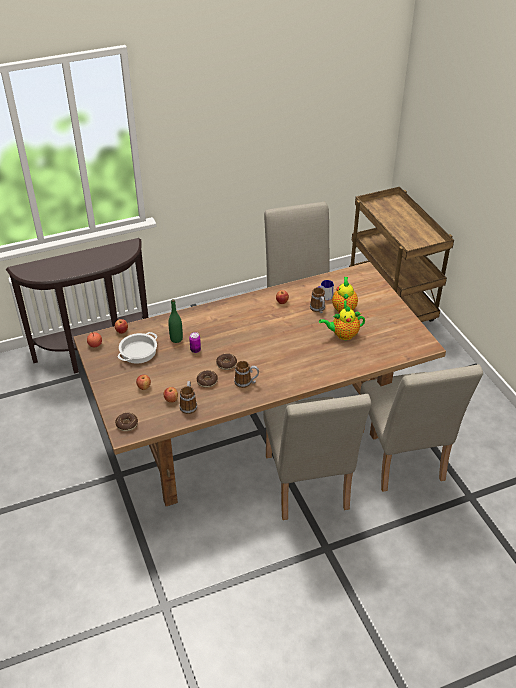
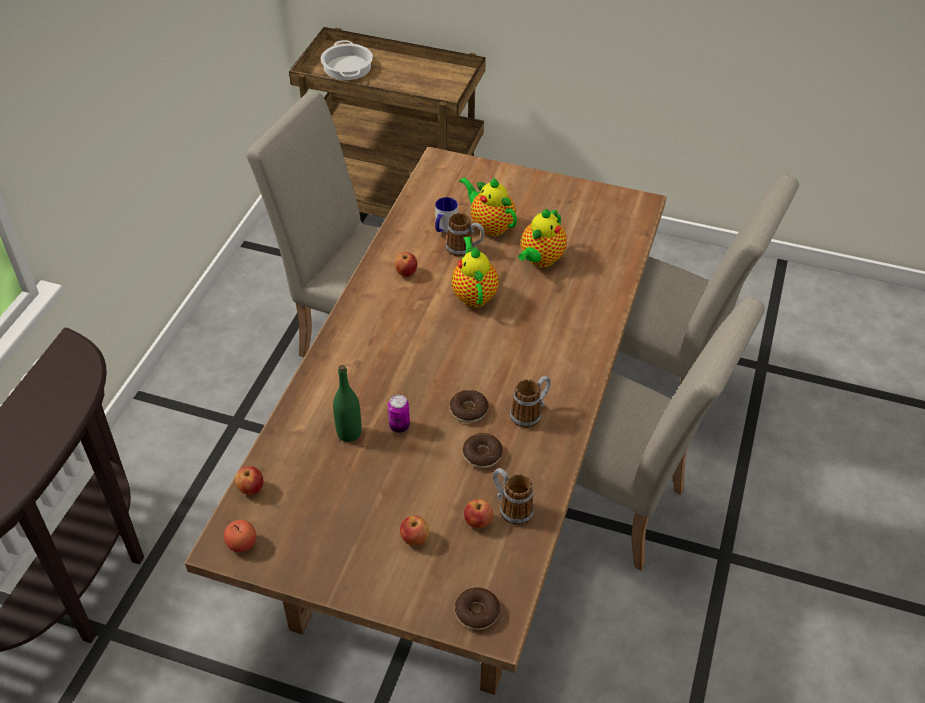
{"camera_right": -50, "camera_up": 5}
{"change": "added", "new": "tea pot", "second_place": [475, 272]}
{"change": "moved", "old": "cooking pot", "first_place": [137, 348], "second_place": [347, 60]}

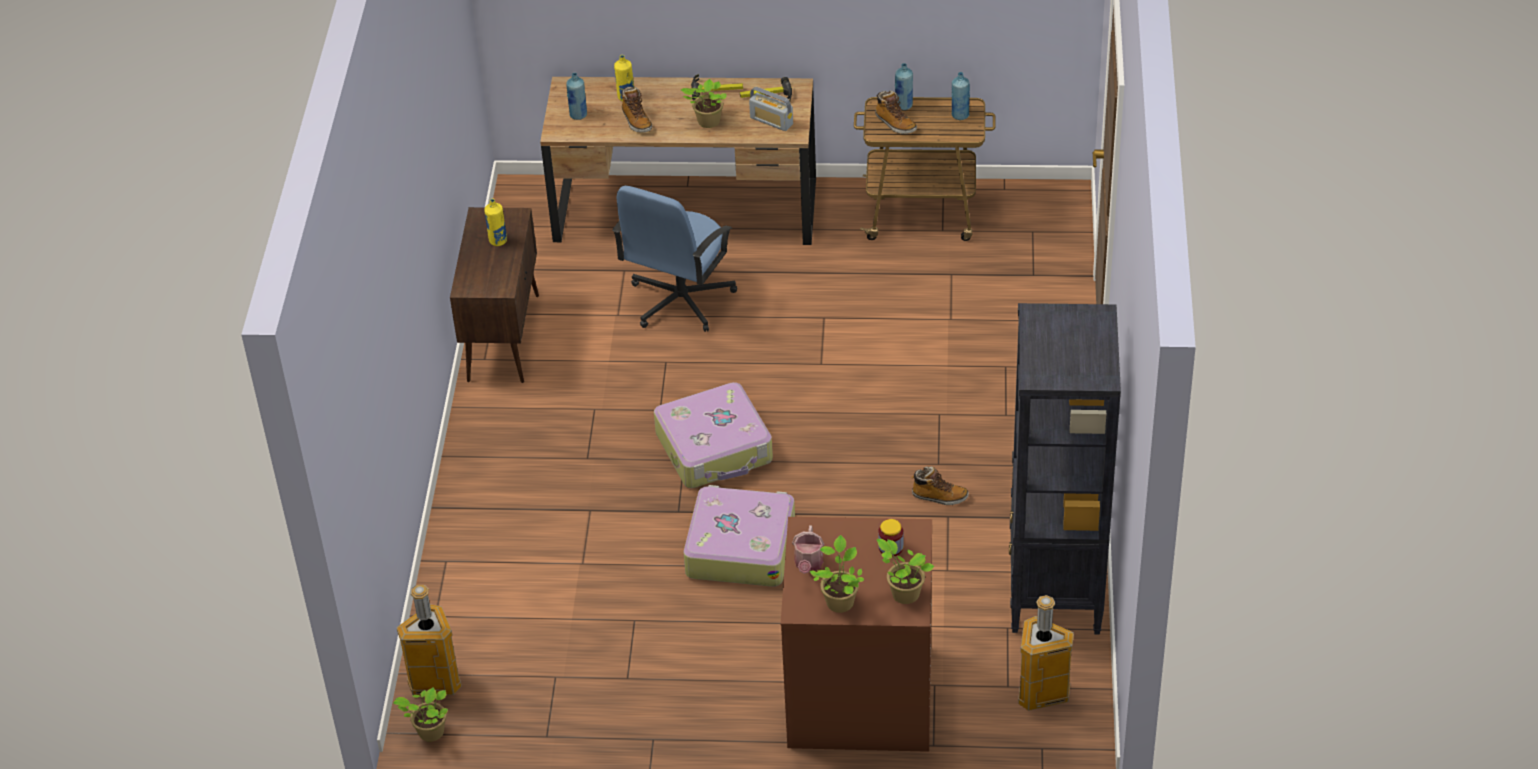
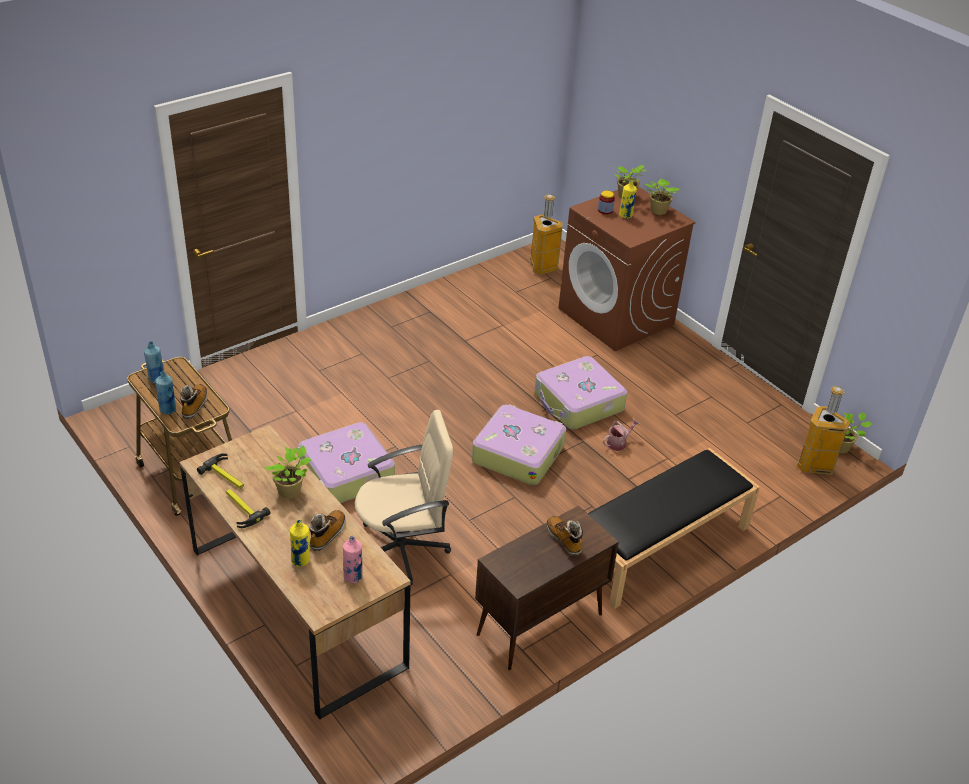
{"camera_right": -135, "camera_up": -5}
{"change": "removed", "old": "radio", "first_place": [771, 109]}
{"change": "removed", "old": "blackish bookshelf", "first_place": [1065, 469]}
{"change": "added", "new": "piece of luggage", "second_place": [346, 462]}
{"change": "added", "new": "blackish long seat", "second_place": [674, 528]}
{"change": "moved", "old": "yellow-coloured beverage bottle", "first_place": [495, 222], "second_place": [628, 199]}
{"change": "moved", "old": "watering pot", "first_place": [808, 549], "second_place": [621, 435]}
{"change": "moved", "old": "tall boot", "first_place": [940, 485], "second_place": [565, 536]}
{"change": "recoloured", "old": "blue-coloured beverage bottle", "new": "pink-coloured beverage bottle", "first_place": [577, 96], "second_place": [353, 559]}
{"change": "recoloured", "old": "blue-coloured computer chair", "new": "beige computer chair", "first_place": [674, 259], "second_place": [404, 497]}

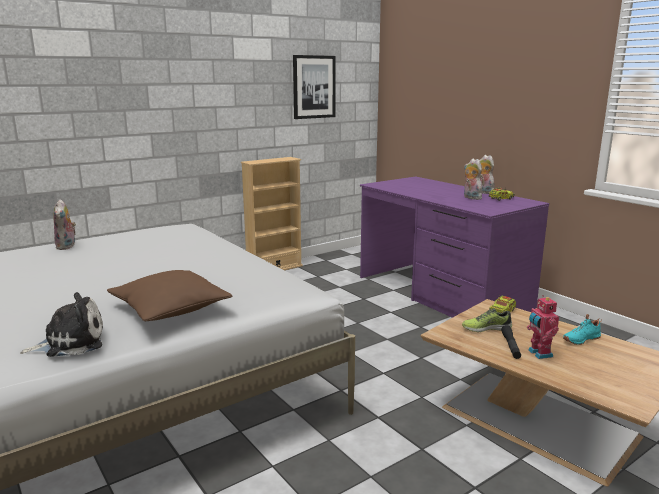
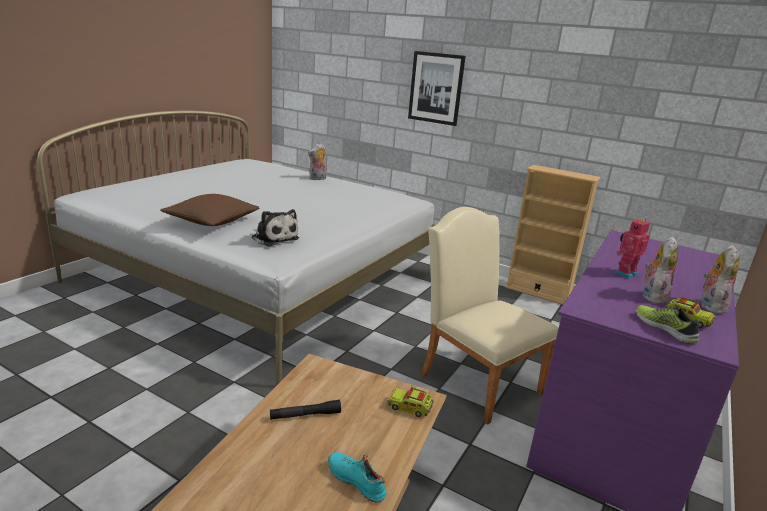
{"camera_right": 65, "camera_up": 5}
{"change": "added", "new": "beige upright chair", "second_place": [489, 316]}
{"change": "moved", "old": "plush toy", "first_place": [61, 324], "second_place": [275, 228]}
{"change": "moved", "old": "picture", "first_place": [314, 87], "second_place": [437, 88]}
{"change": "moved", "old": "low shoe", "first_place": [487, 320], "second_place": [668, 324]}
{"change": "moved", "old": "toy robot", "first_place": [543, 327], "second_place": [632, 249]}

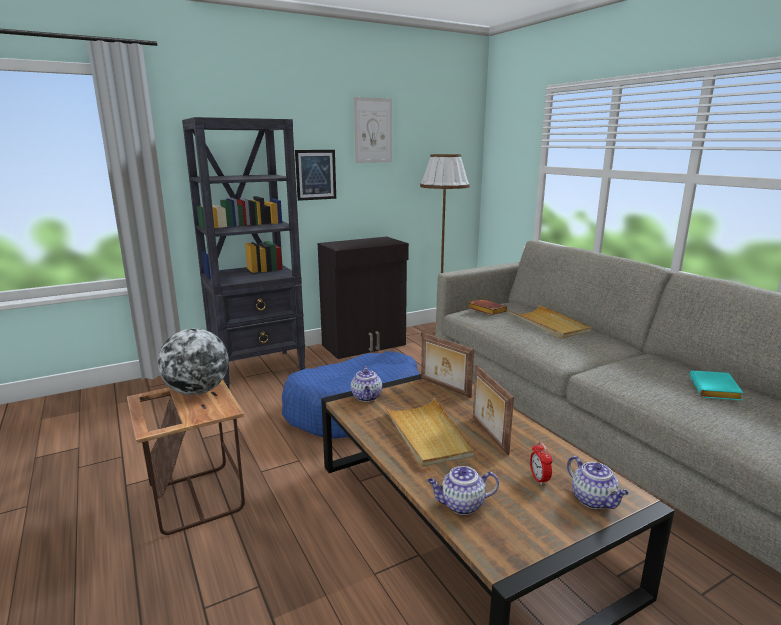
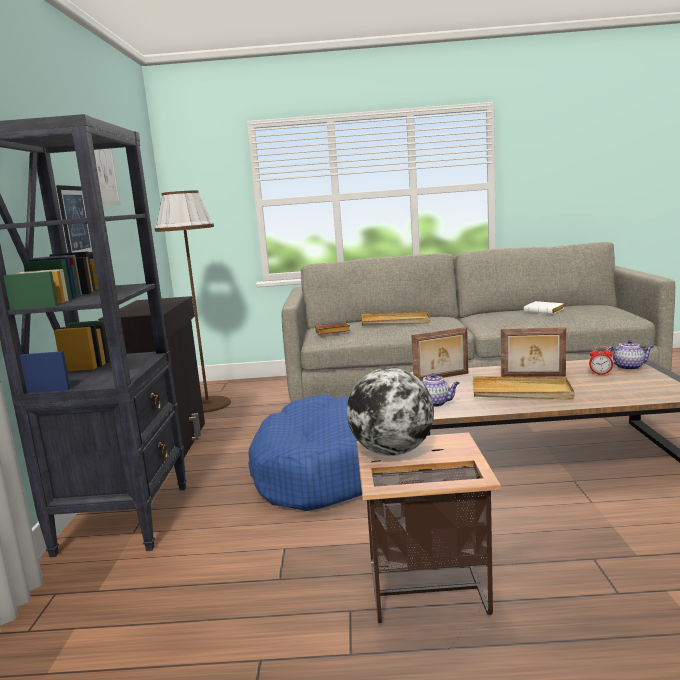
{"camera_right": -60, "camera_up": -5}
{"change": "removed", "old": "tea pot", "first_place": [463, 490]}
{"change": "recoloured", "old": "blue-green bound book", "new": "white-coloured bound book", "first_place": [716, 385], "second_place": [544, 307]}

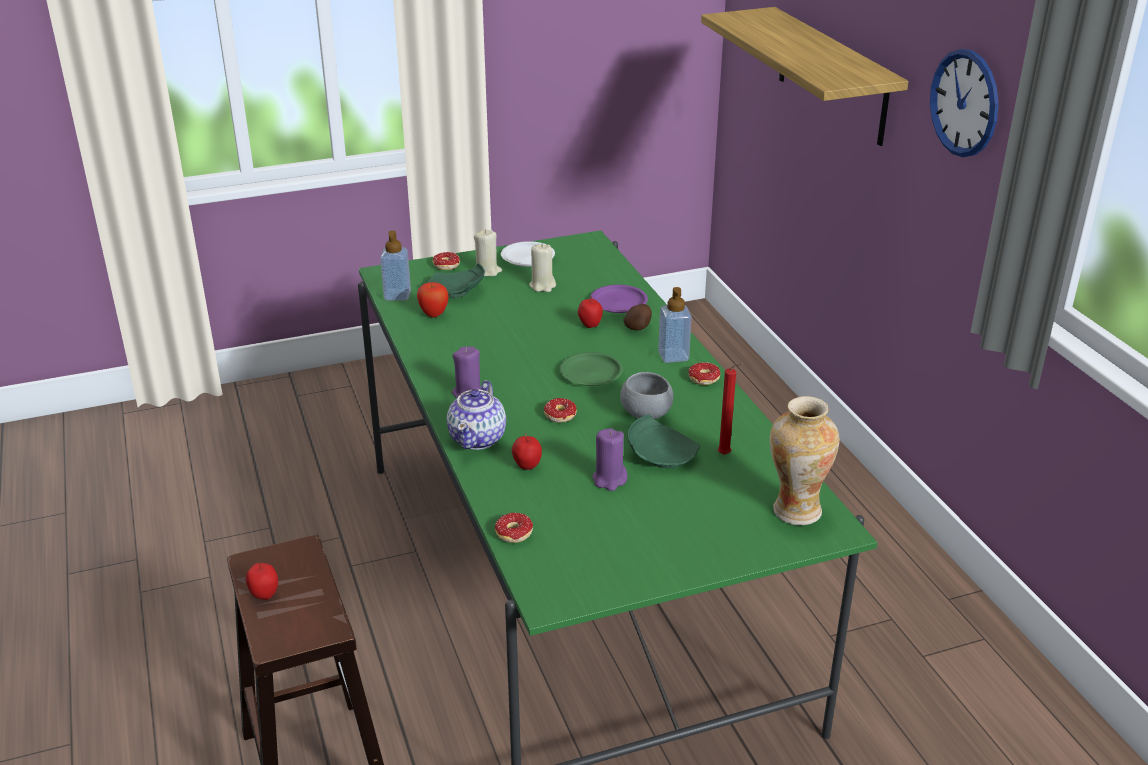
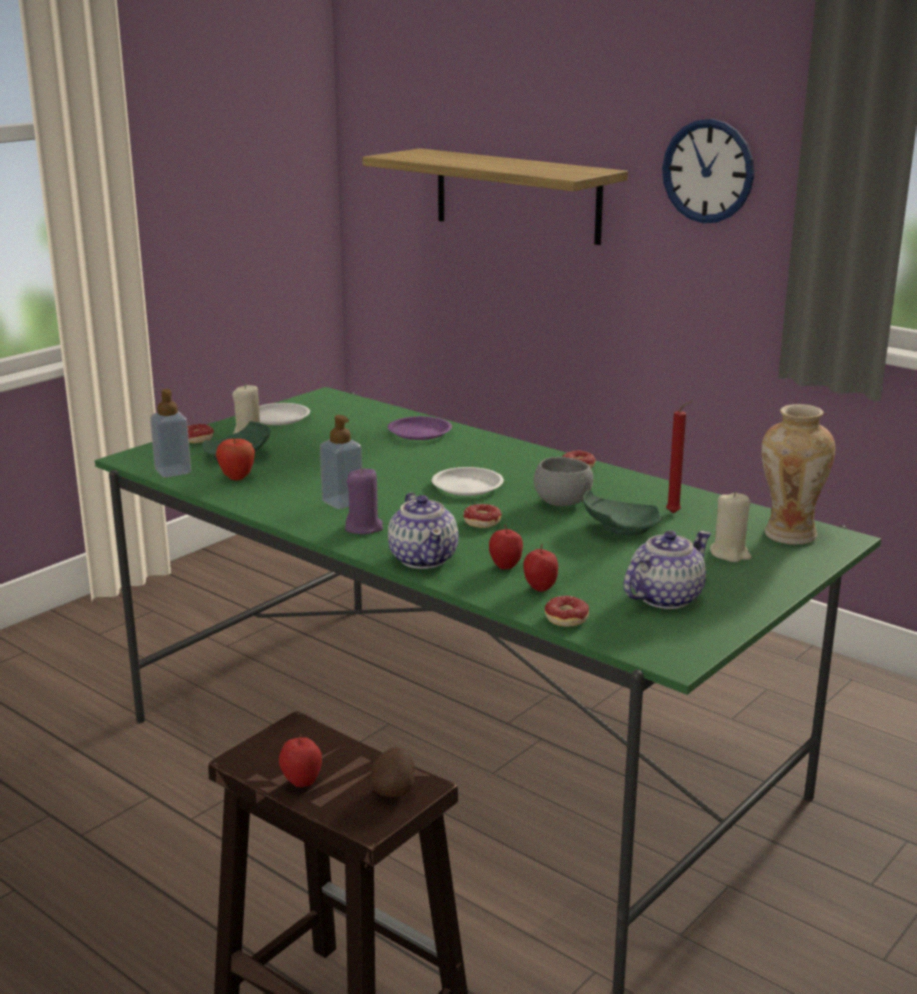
{"camera_right": -30, "camera_up": -10}
{"change": "removed", "old": "purple wax light", "first_place": [610, 459]}
{"change": "added", "new": "tea pot", "second_place": [667, 569]}
{"change": "moved", "old": "beige wax light", "first_place": [542, 268], "second_place": [731, 526]}
{"change": "moved", "old": "apple fruit", "first_place": [590, 312], "second_place": [540, 568]}
{"change": "moved", "old": "whole potato", "first_place": [637, 317], "second_place": [392, 772]}
{"change": "moved", "old": "liquid soap bottle", "first_place": [675, 325], "second_place": [341, 462]}
{"change": "recoloured", "old": "green plate", "new": "white-coloured plate", "first_place": [591, 369], "second_place": [468, 481]}

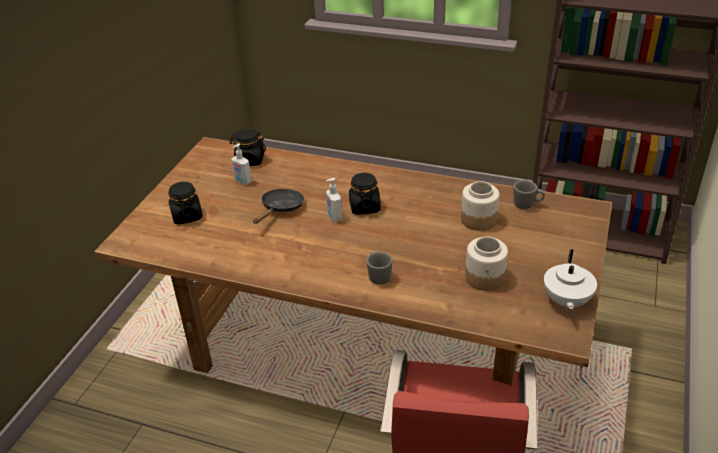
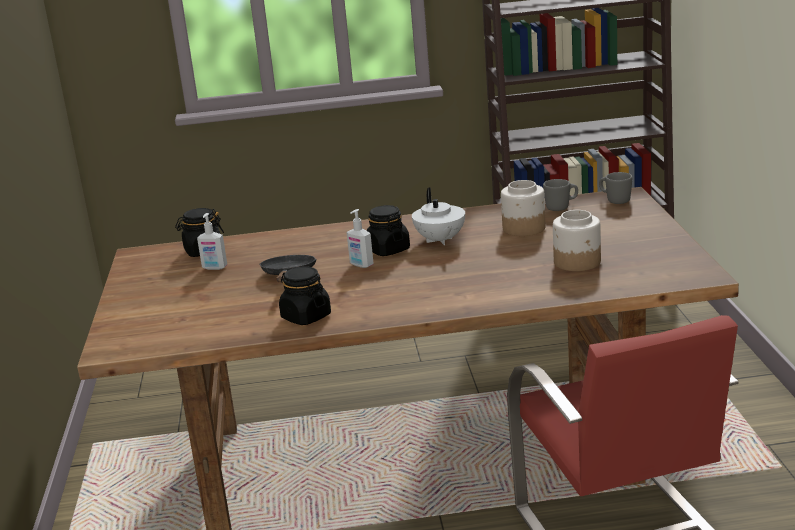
{"camera_right": -25, "camera_up": -15}
{"change": "moved", "old": "blackish storage jar", "first_place": [185, 203], "second_place": [305, 295]}
{"change": "moved", "old": "greyish tea mug", "first_place": [379, 268], "second_place": [615, 188]}
{"change": "moved", "old": "white-coloured tea pot", "first_place": [570, 279], "second_place": [438, 216]}

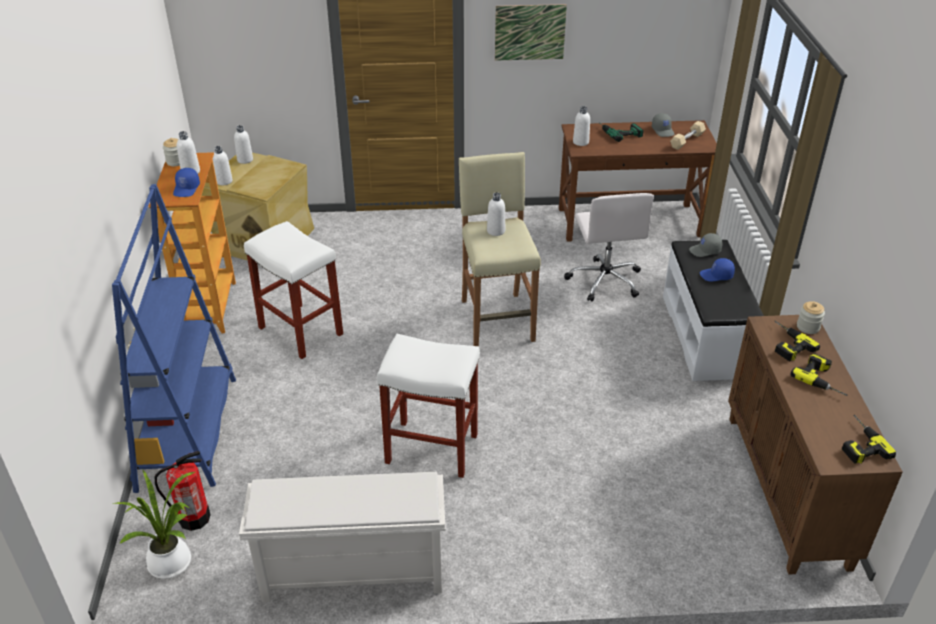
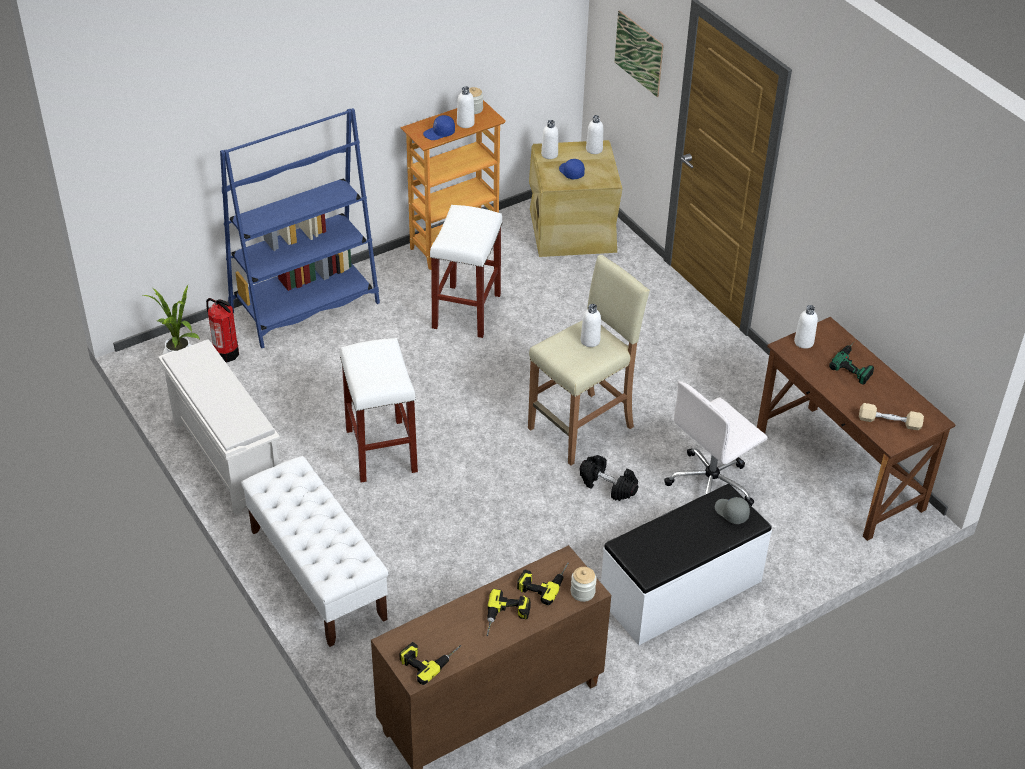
{"camera_right": 60, "camera_up": 5}
{"change": "removed", "old": "greyish peaked cap", "first_place": [663, 125]}
{"change": "added", "new": "white-coloured long seat", "second_place": [315, 551]}
{"change": "added", "new": "blackish free weight", "second_place": [609, 478]}
{"change": "moved", "old": "picture", "first_place": [531, 32], "second_place": [639, 53]}
{"change": "moved", "old": "blue-coloured peaked cap", "first_place": [717, 270], "second_place": [572, 169]}

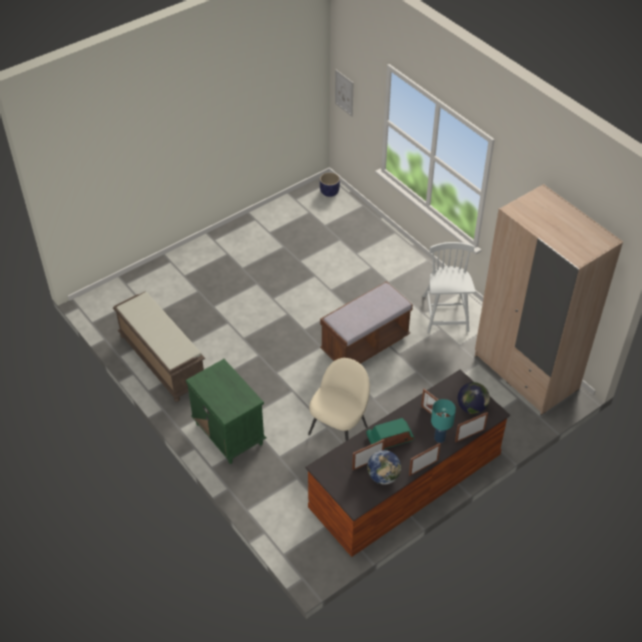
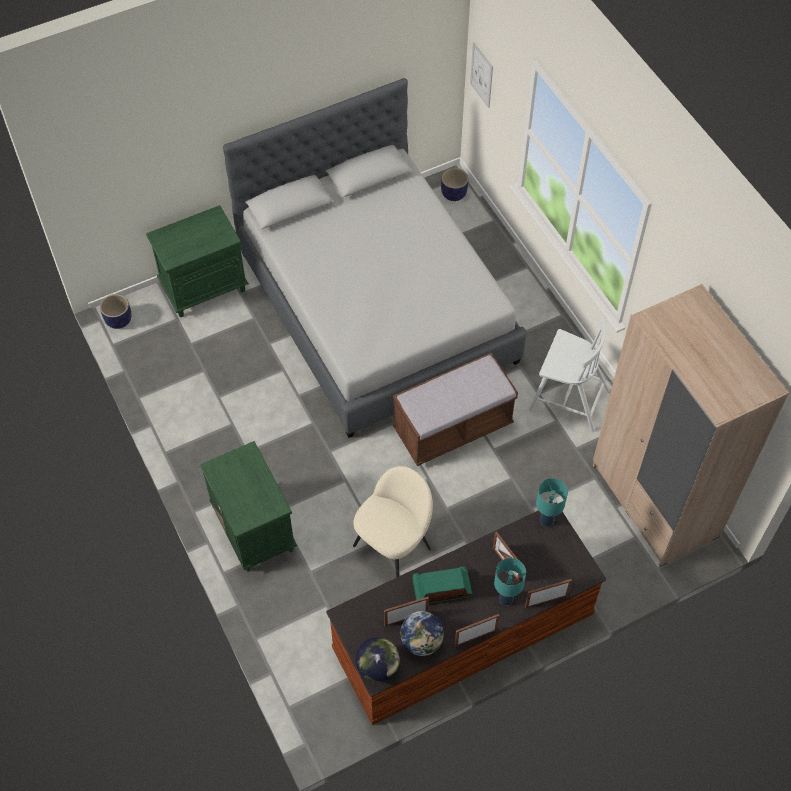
{"camera_right": 10, "camera_up": 10}
{"change": "removed", "old": "brown long seat", "first_place": [159, 347]}
{"change": "added", "new": "planter", "second_place": [116, 311]}
{"change": "added", "new": "green bedside table", "second_place": [197, 261]}
{"change": "added", "new": "greyish bedroom bed", "second_place": [375, 258]}
{"change": "added", "new": "blue-green table lamp", "second_place": [552, 502]}
{"change": "moved", "old": "world globe", "first_place": [474, 398], "second_place": [378, 659]}
{"change": "turned", "old": "white-coloured upright chair", "first_place": [449, 287], "second_place": [569, 374], "degrees": 105}

